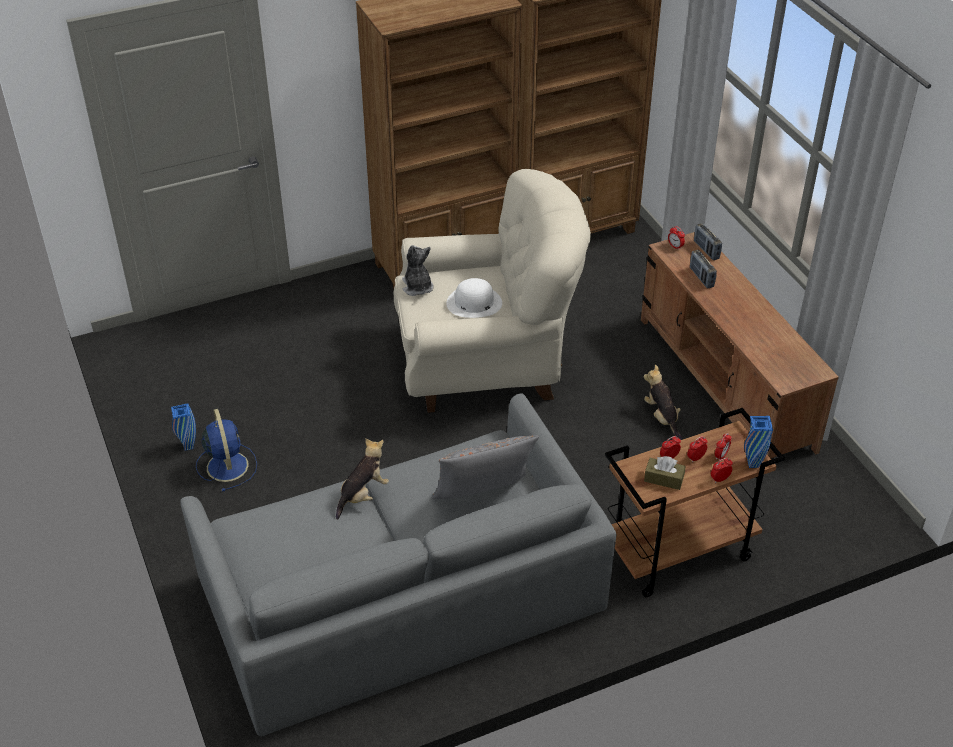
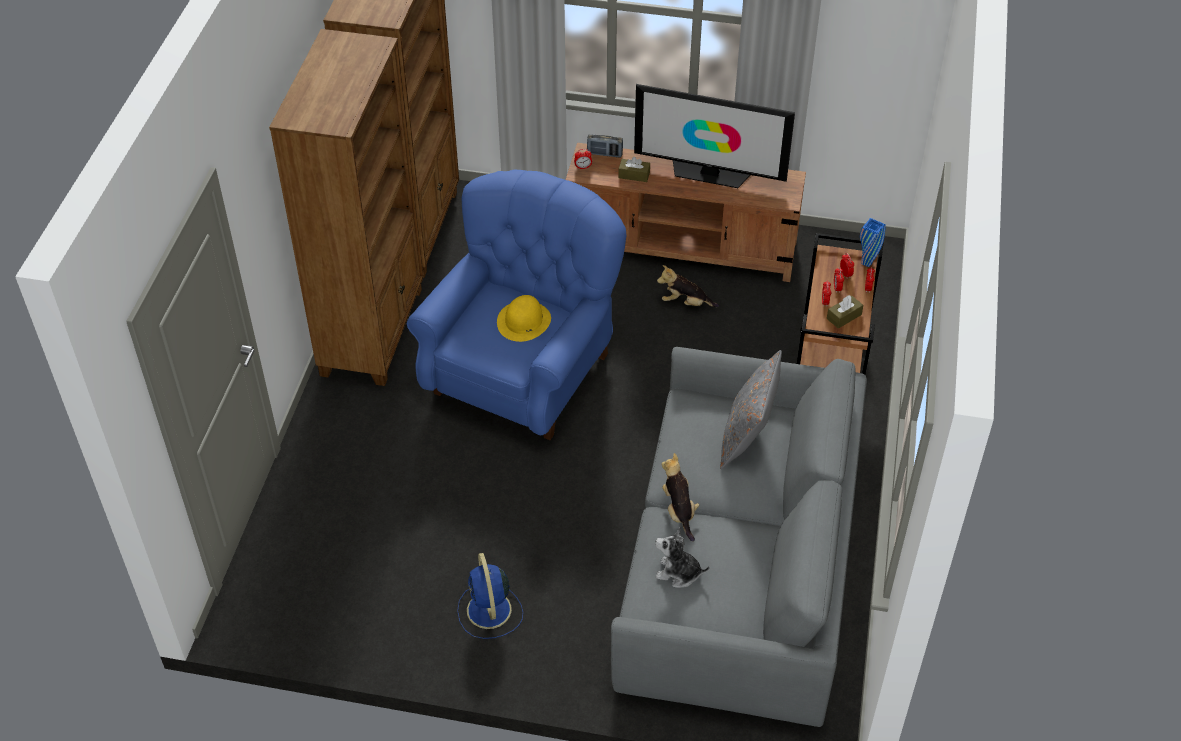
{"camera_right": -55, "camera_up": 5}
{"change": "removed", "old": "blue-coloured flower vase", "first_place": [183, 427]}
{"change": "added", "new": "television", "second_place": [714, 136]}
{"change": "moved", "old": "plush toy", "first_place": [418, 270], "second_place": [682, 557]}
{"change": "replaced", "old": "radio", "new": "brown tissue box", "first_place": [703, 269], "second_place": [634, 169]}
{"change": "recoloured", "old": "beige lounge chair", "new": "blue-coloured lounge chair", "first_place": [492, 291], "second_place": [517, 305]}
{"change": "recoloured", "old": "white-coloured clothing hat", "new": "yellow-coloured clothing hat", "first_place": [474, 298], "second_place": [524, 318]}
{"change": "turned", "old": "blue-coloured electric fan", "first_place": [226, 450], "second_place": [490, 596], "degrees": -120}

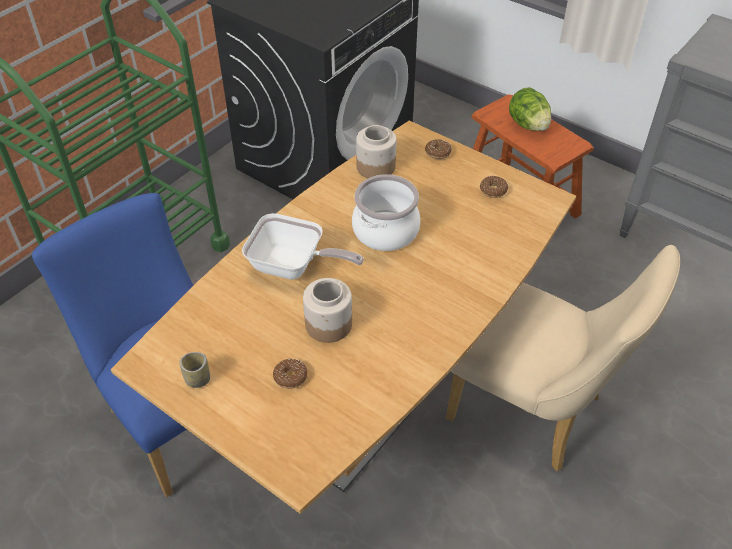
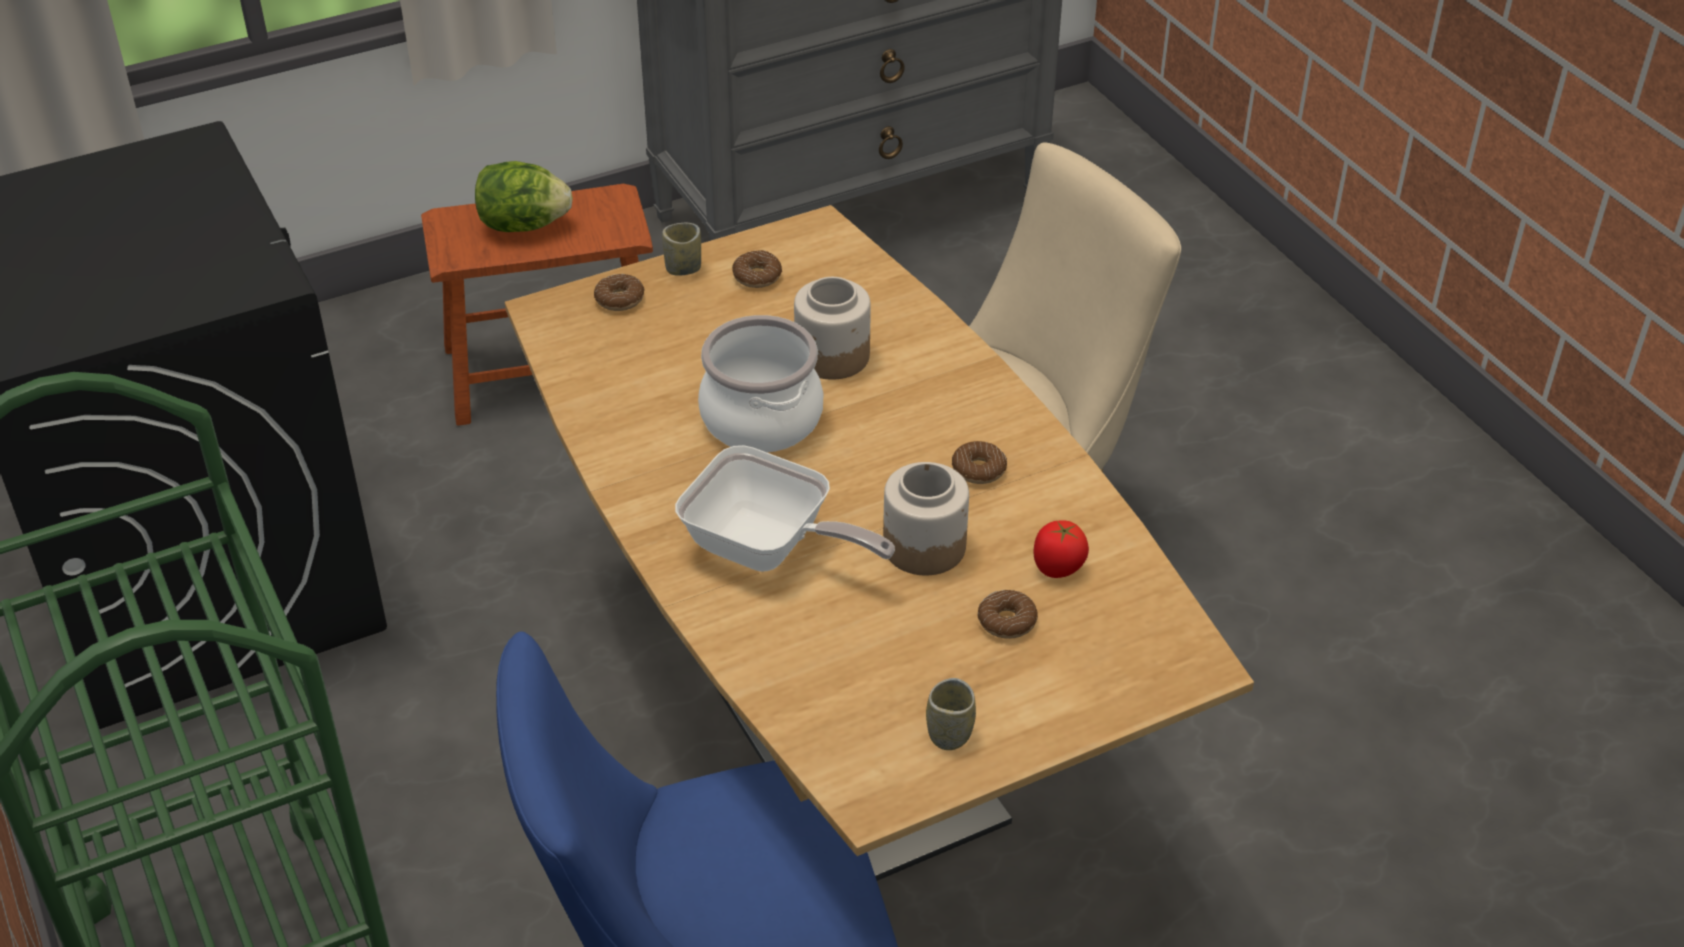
{"camera_right": -65, "camera_up": -5}
{"change": "added", "new": "small cup", "second_place": [681, 249]}
{"change": "added", "new": "doughnut", "second_place": [979, 462]}
{"change": "added", "new": "whole tomato", "second_place": [1061, 549]}
{"change": "moved", "old": "storage jar", "first_place": [376, 151], "second_place": [832, 328]}
{"change": "turned", "old": "skillet", "first_place": [303, 246], "second_place": [785, 508], "degrees": 75}

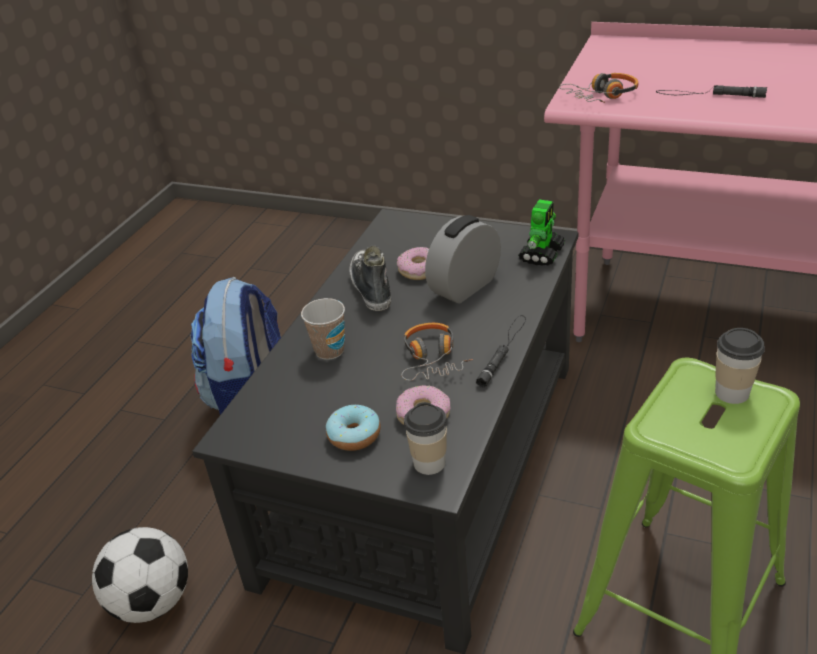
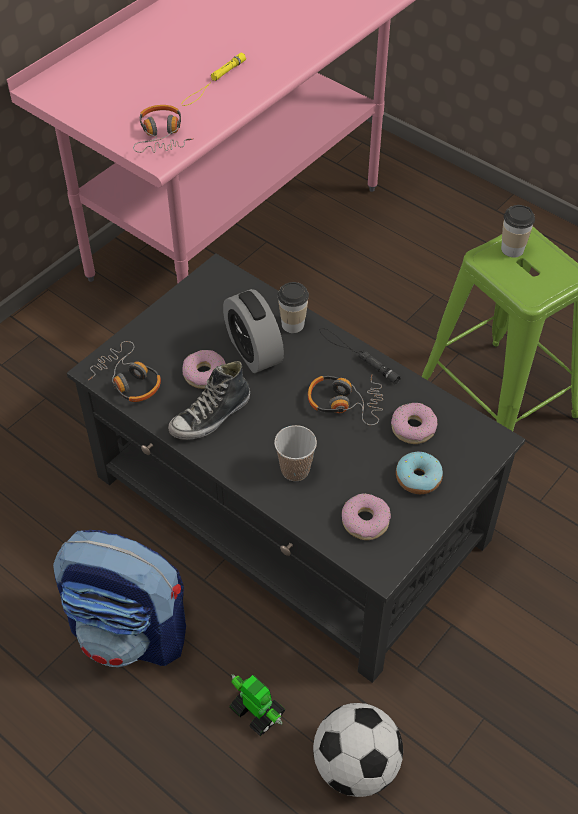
{"camera_right": -75, "camera_up": 15}
{"change": "added", "new": "pair of headphones", "second_place": [125, 371]}
{"change": "added", "new": "doughnut", "second_place": [366, 517]}
{"change": "moved", "old": "small cup", "first_place": [425, 438], "second_place": [293, 307]}
{"change": "moved", "old": "toy robot", "first_place": [541, 233], "second_place": [257, 705]}
{"change": "recoloured", "old": "blackish torch", "new": "yellow-coloured torch", "first_place": [711, 91], "second_place": [214, 79]}
{"change": "turned", "old": "low shoe", "first_place": [370, 278], "second_place": [209, 400], "degrees": -45}

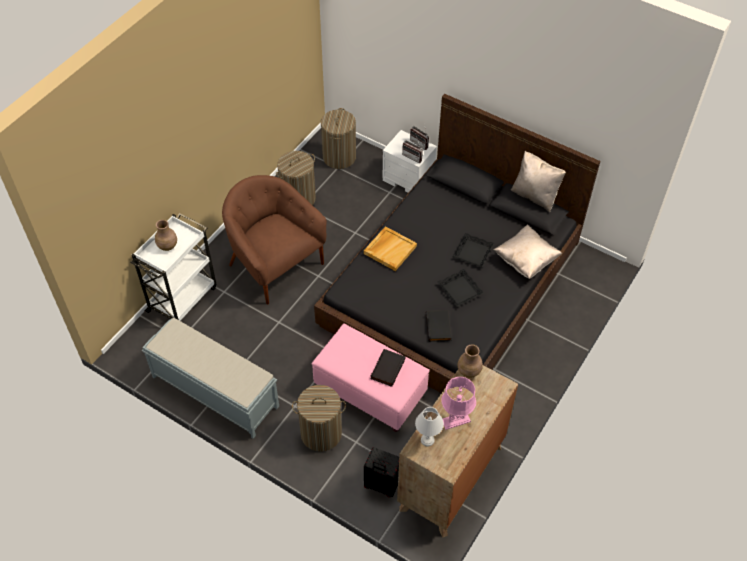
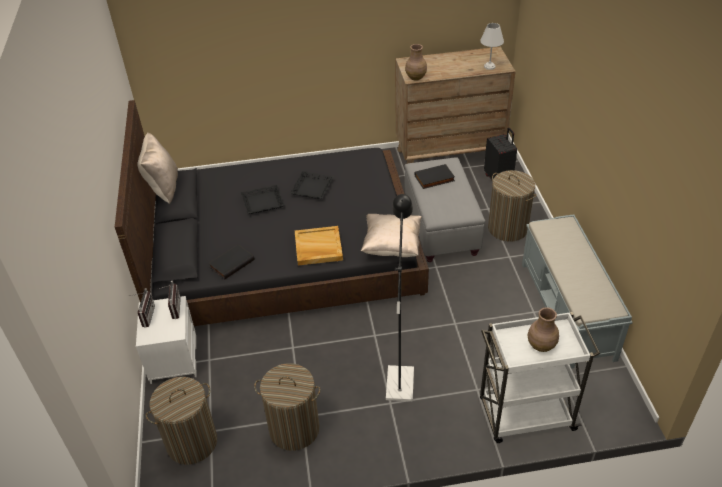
{"camera_right": -130, "camera_up": -10}
{"change": "removed", "old": "pink-coloured table lamp", "first_place": [458, 403]}
{"change": "moved", "old": "blackish bound book", "first_place": [439, 326], "second_place": [231, 262]}
{"change": "moved", "old": "beige pillow", "first_place": [527, 252], "second_place": [391, 235]}
{"change": "replaced", "old": "brown lounge chair", "new": "blackish floor lamp", "first_place": [274, 239], "second_place": [400, 297]}
{"change": "recoloured", "old": "pink-coloured ottoman", "new": "greyish ottoman", "first_place": [371, 377], "second_place": [445, 210]}

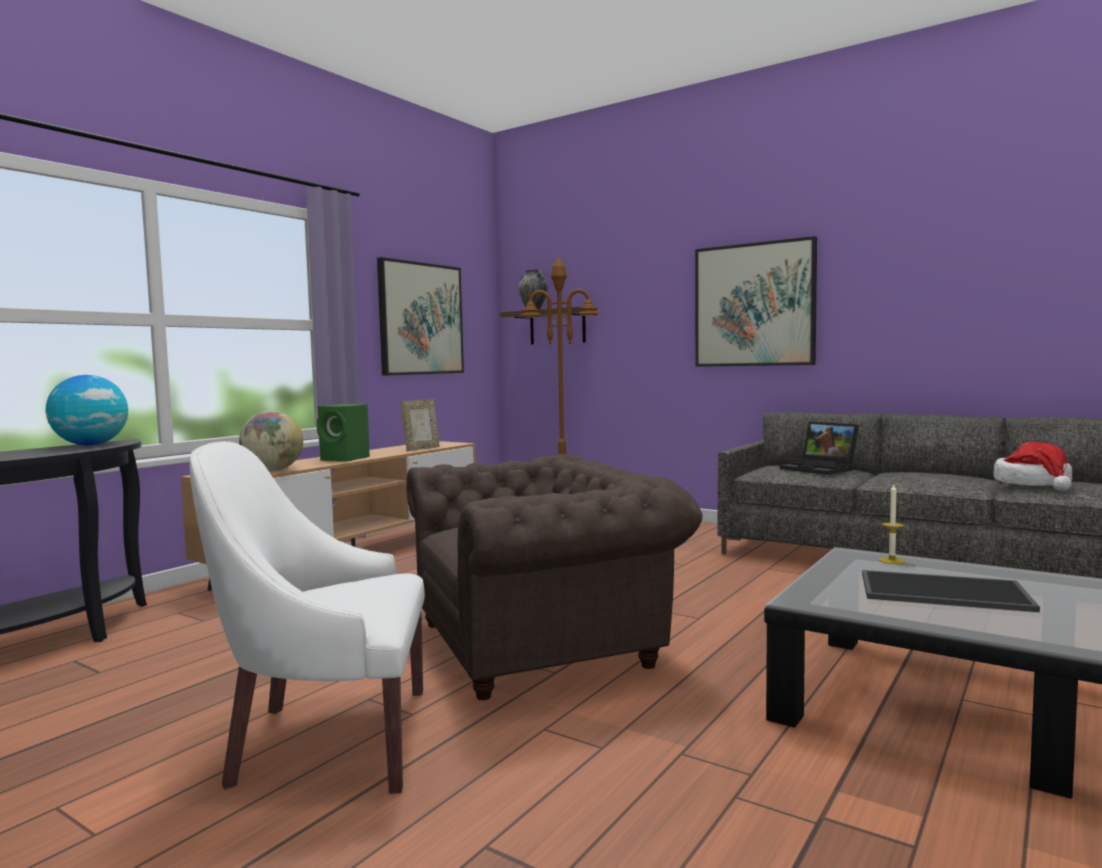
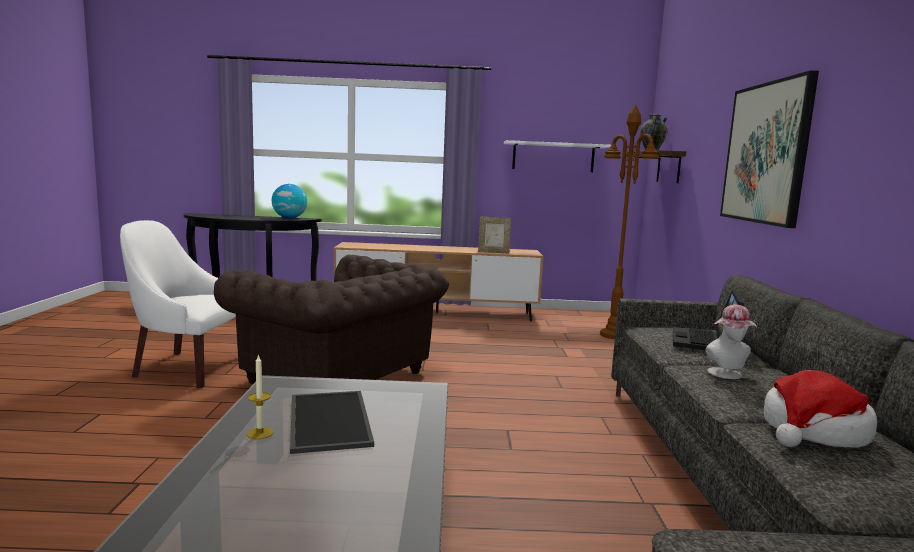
{"camera_right": 55, "camera_up": 5}
{"change": "removed", "old": "world globe", "first_place": [271, 441]}
{"change": "removed", "old": "green audio speaker", "first_place": [343, 432]}
{"change": "added", "new": "clothing hat", "second_place": [731, 342]}
{"change": "moved", "old": "wax light", "first_place": [892, 524], "second_place": [260, 396]}
{"change": "replaced", "old": "picture", "new": "white-coloured bracket shelf", "first_place": [420, 316], "second_place": [557, 156]}
{"change": "turned", "old": "white-coloured lounge chair", "first_place": [307, 617], "second_place": [178, 304], "degrees": -45}

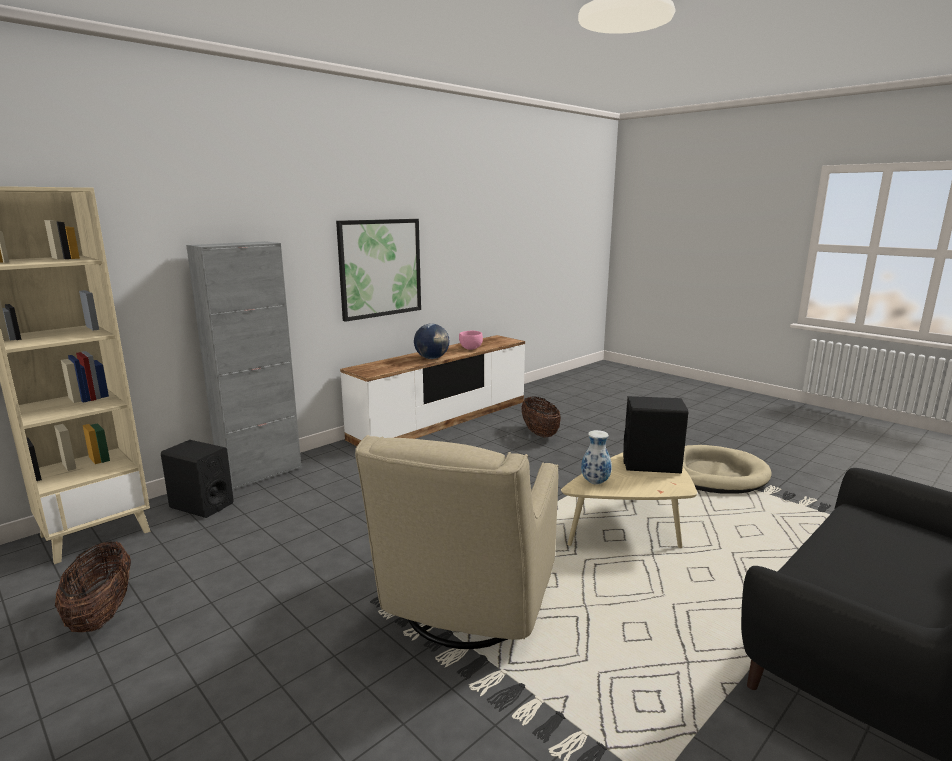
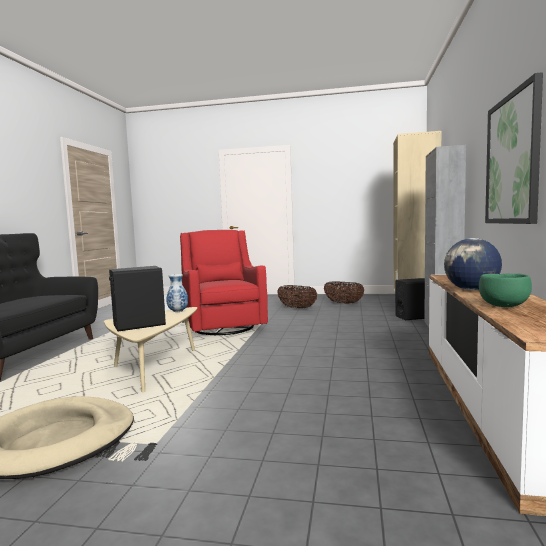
{"camera_right": 145, "camera_up": -10}
{"change": "moved", "old": "storage basket", "first_place": [541, 417], "second_place": [297, 296]}
{"change": "recoloured", "old": "beige lounge chair", "new": "reddish lounge chair", "first_place": [457, 542], "second_place": [224, 282]}
{"change": "recoloured", "old": "pink-coloured bowl", "new": "green bowl", "first_place": [471, 340], "second_place": [505, 290]}

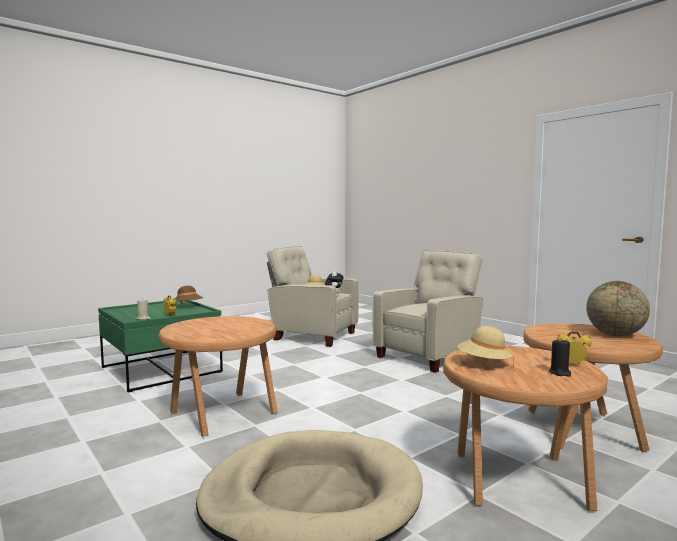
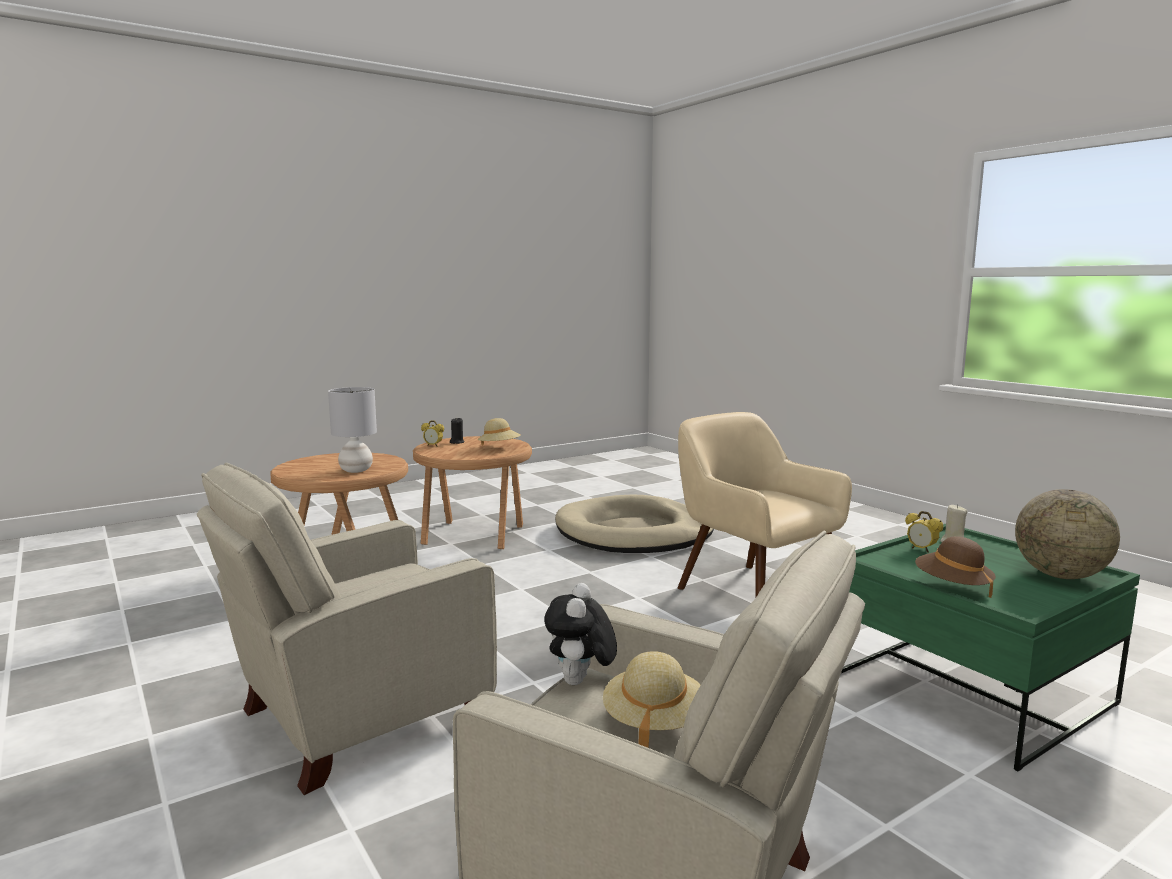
{"camera_right": -175, "camera_up": 5}
{"change": "added", "new": "greyish table lamp", "second_place": [352, 430]}
{"change": "moved", "old": "world globe", "first_place": [618, 308], "second_place": [1067, 534]}
{"change": "replaced", "old": "brown accent table", "new": "beige lounge chair", "first_place": [218, 376], "second_place": [765, 505]}

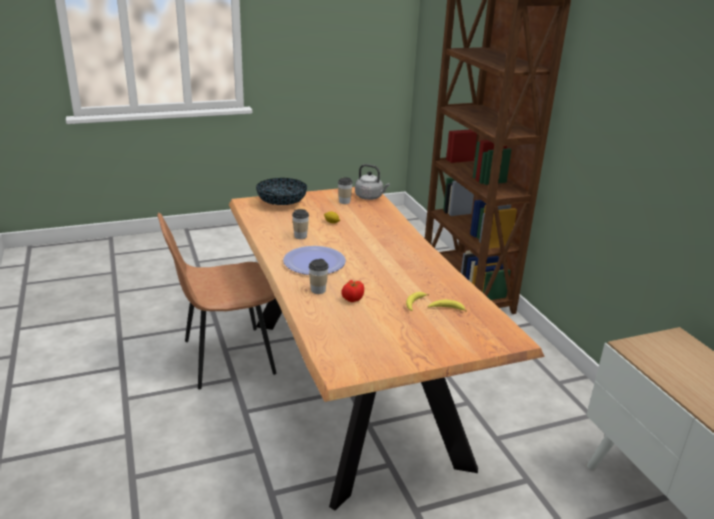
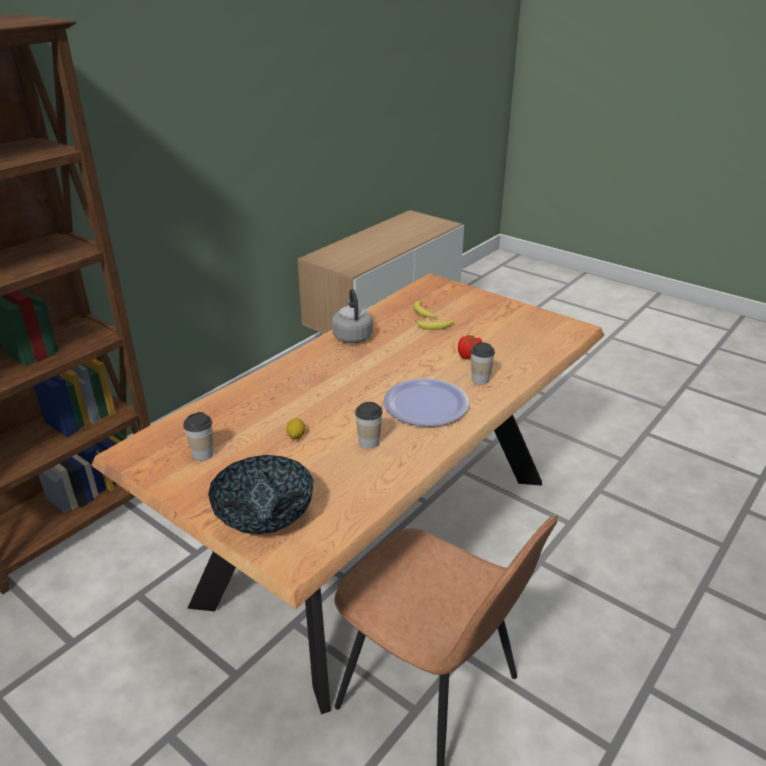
{"camera_right": -120, "camera_up": 5}
{"change": "moved", "old": "greyish tea kettle", "first_place": [372, 182], "second_place": [352, 316]}

